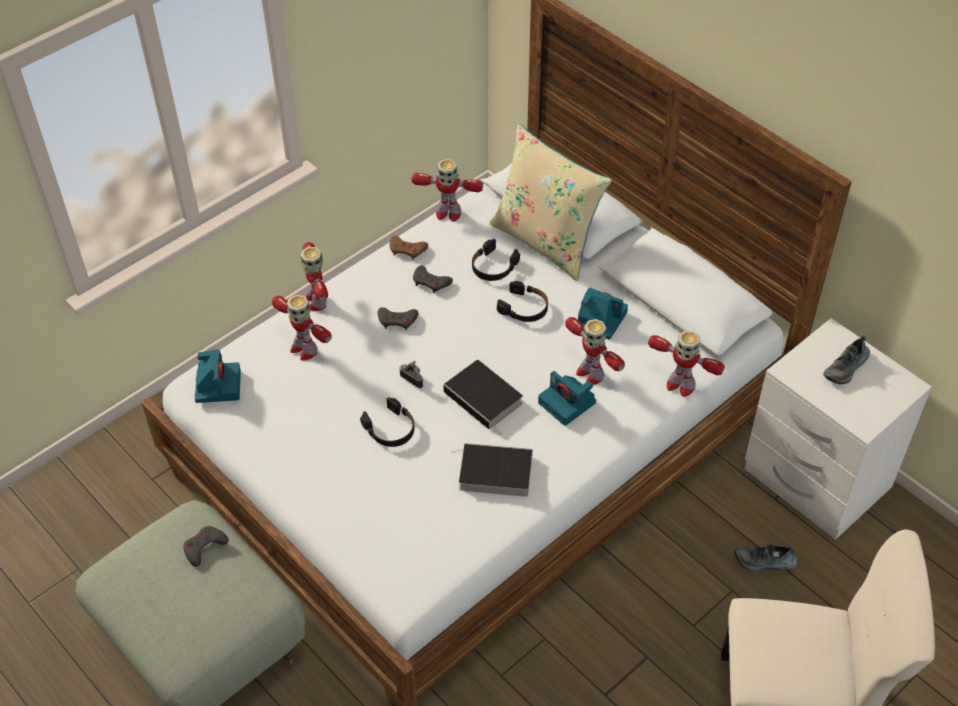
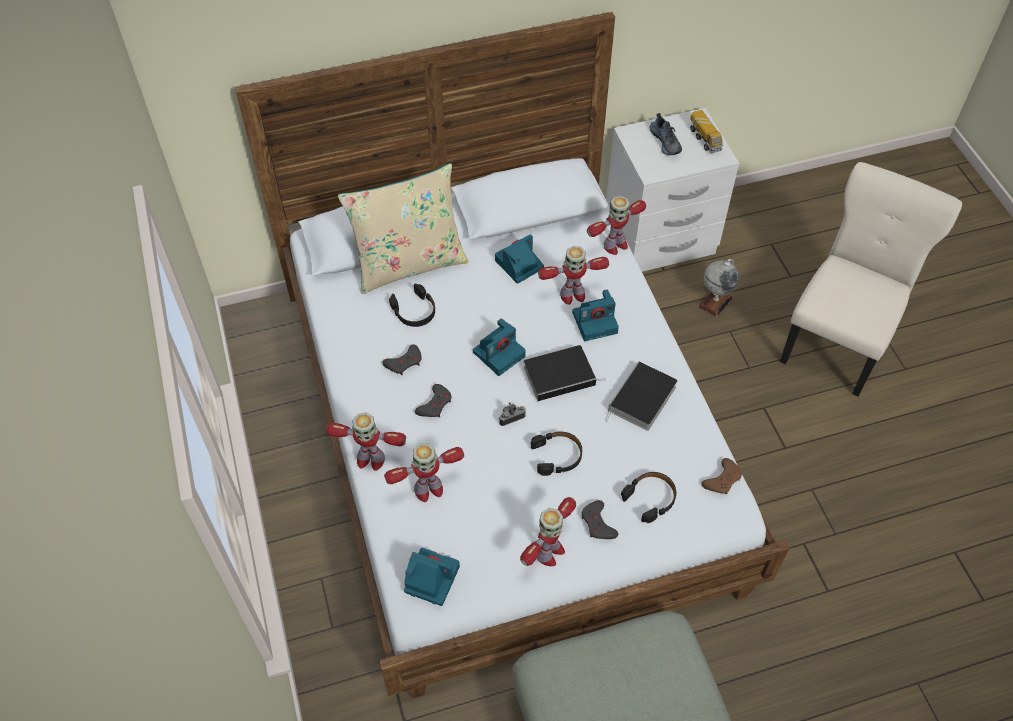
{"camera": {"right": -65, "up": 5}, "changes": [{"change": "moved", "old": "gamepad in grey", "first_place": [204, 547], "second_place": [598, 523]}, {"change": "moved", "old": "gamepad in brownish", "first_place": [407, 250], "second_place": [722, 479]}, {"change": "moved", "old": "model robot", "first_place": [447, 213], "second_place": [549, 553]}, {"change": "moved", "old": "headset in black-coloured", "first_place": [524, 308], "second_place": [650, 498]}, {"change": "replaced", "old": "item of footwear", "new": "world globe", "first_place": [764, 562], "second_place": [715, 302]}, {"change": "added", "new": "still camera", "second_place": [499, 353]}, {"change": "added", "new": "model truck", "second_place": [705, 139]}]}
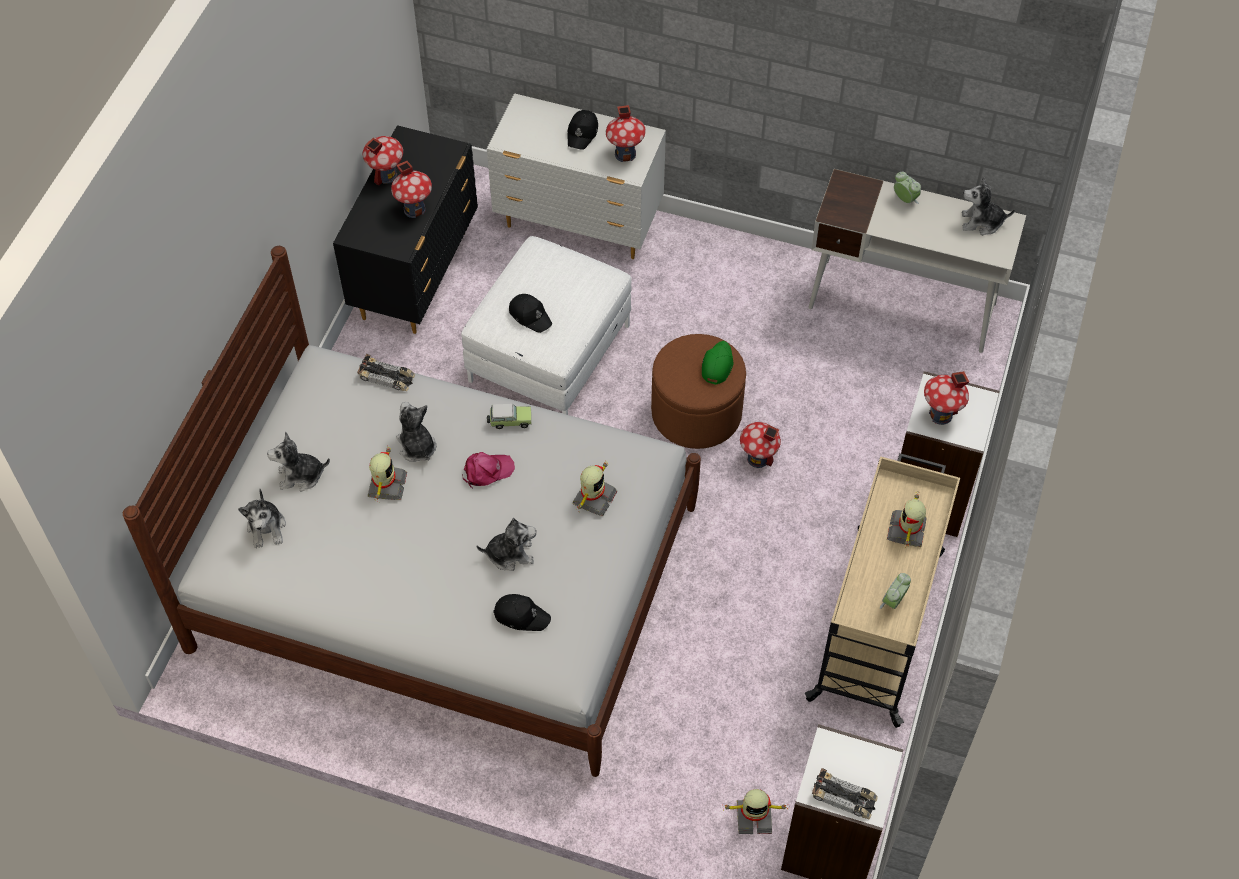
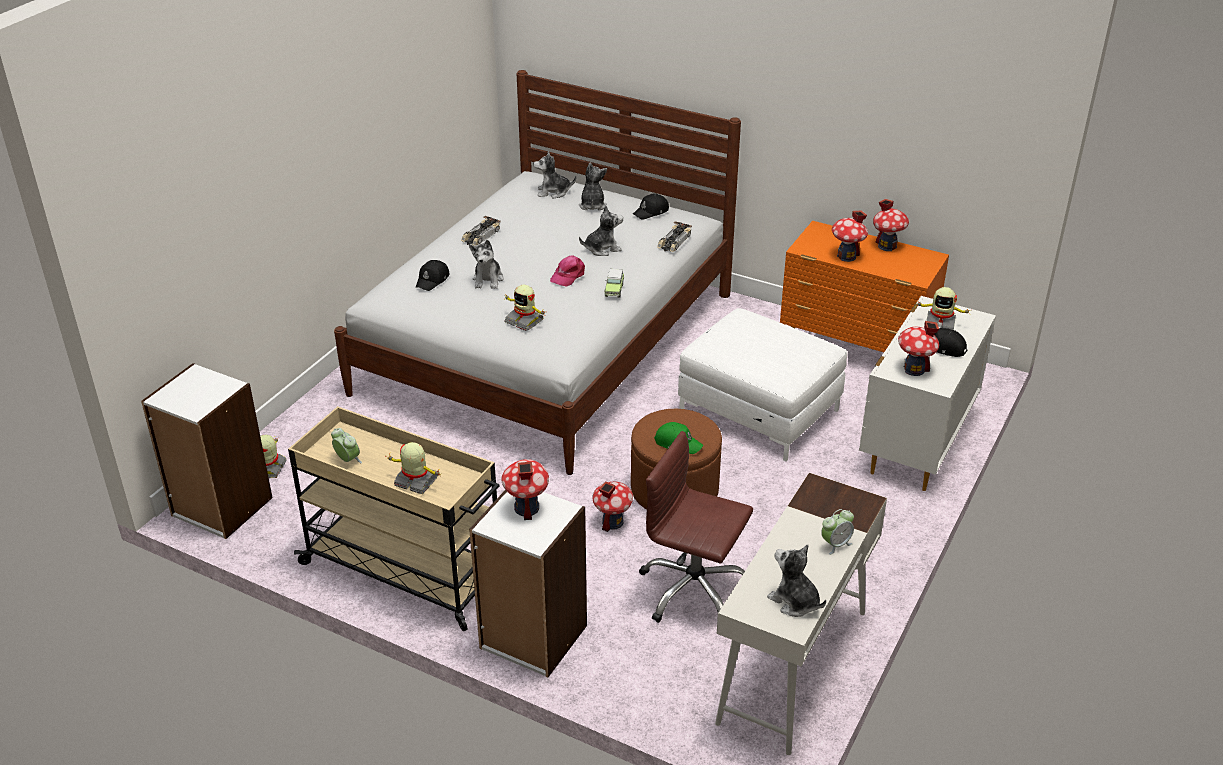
{"camera": {"right": 100, "up": -20}, "changes": [{"change": "recoloured", "old": "chest of drawers in black-coloured", "new": "chest of drawers in orange", "first_place": [417, 274], "second_place": [855, 349]}, {"change": "moved", "old": "model robot", "first_place": [386, 485], "second_place": [940, 324]}, {"change": "turned", "old": "cap in pink", "first_place": [487, 471], "second_place": [568, 275], "degrees": 45}, {"change": "moved", "old": "cap in black-coloured", "first_place": [530, 315], "second_place": [651, 212]}, {"change": "moved", "old": "miniature car", "first_place": [844, 797], "second_place": [480, 236]}, {"change": "turned", "old": "soft toy", "first_place": [981, 222], "second_place": [794, 602], "degrees": -60}, {"change": "added", "new": "office chair in brownish", "second_place": [693, 590]}]}
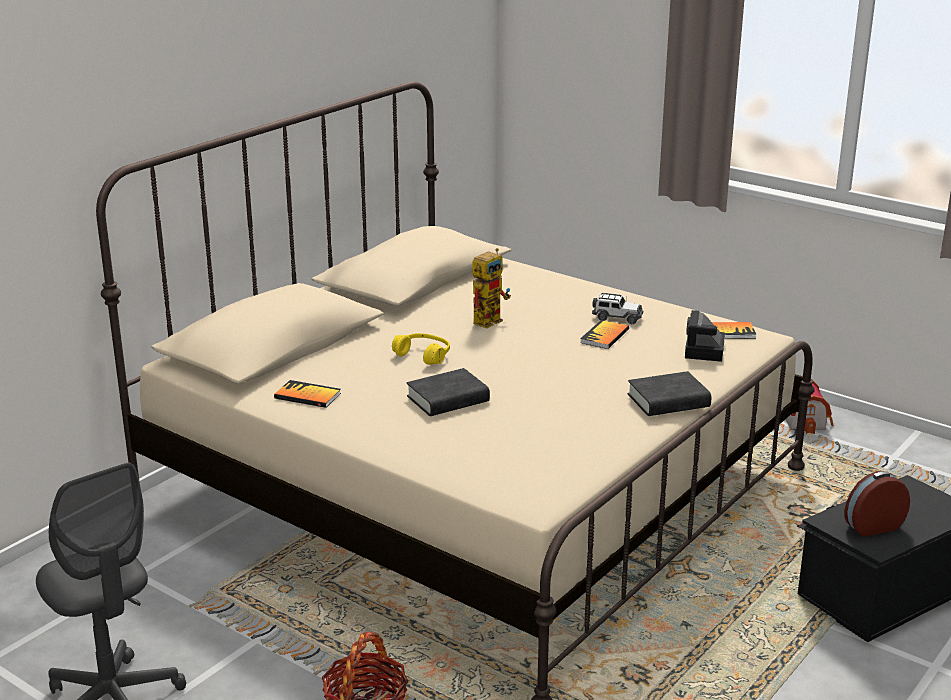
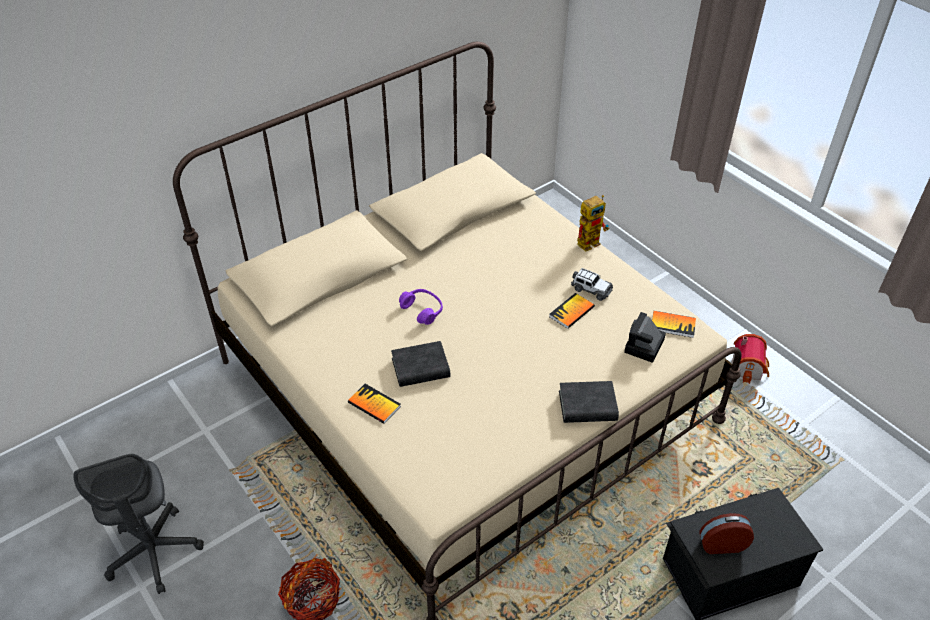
{"camera": {"right": 15, "up": 20}, "changes": [{"change": "moved", "old": "book", "first_place": [307, 396], "second_place": [374, 404]}, {"change": "recoloured", "old": "headset in yellowish", "new": "headset in purple-coloured", "first_place": [423, 355], "second_place": [422, 310]}, {"change": "moved", "old": "model robot", "first_place": [490, 319], "second_place": [591, 241]}]}
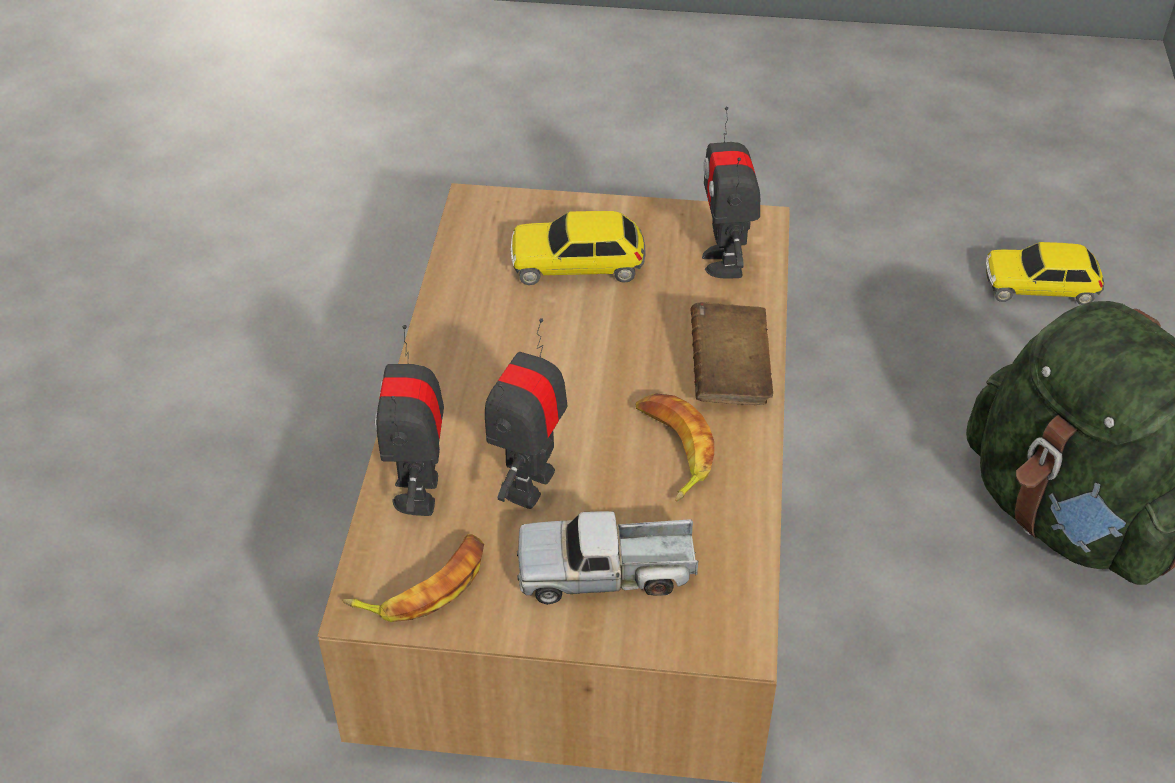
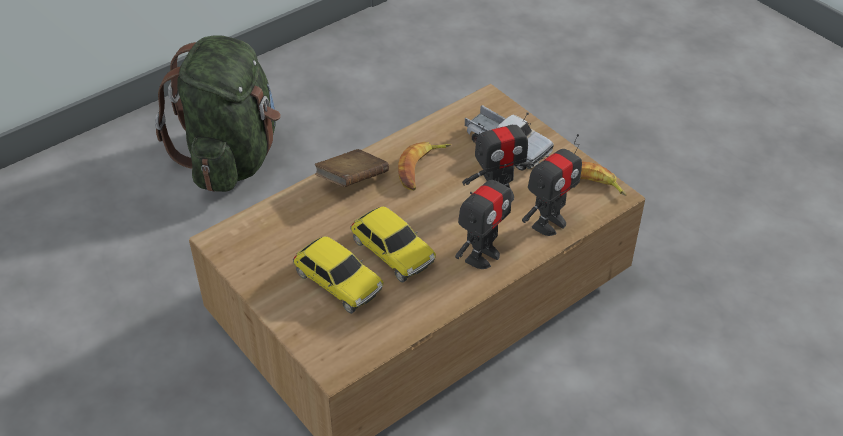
{"camera": {"right": -135, "up": 0}, "changes": [{"change": "moved", "old": "model robot", "first_place": [724, 262], "second_place": [482, 256]}, {"change": "moved", "old": "miniature car", "first_place": [1040, 287], "second_place": [392, 252]}]}
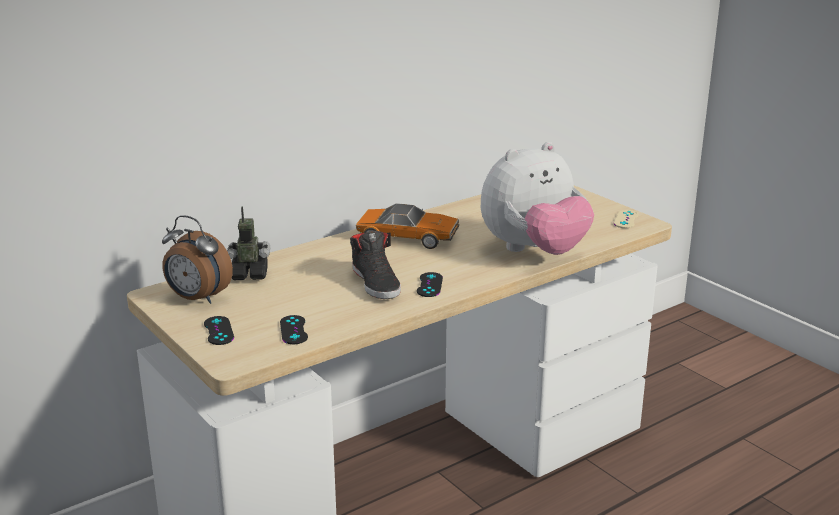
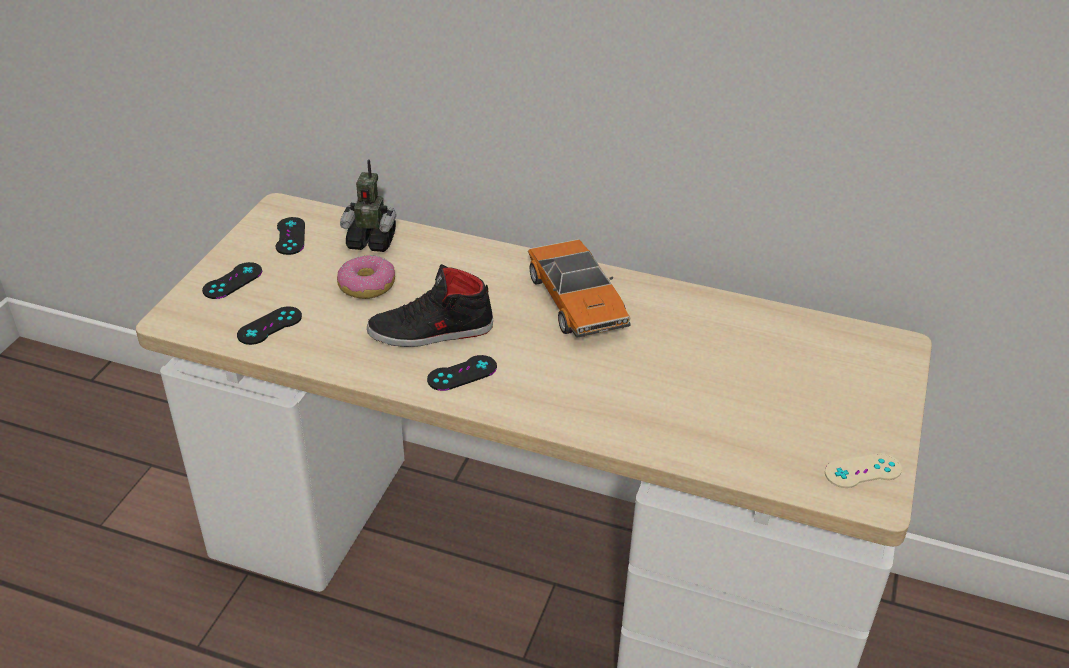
{"camera": {"right": 55, "up": 15}, "changes": [{"change": "replaced", "old": "bedside clock", "new": "gamepad in black-coloured", "first_place": [197, 299], "second_place": [290, 236]}, {"change": "turned", "old": "model robot", "first_place": [250, 275], "second_place": [371, 241], "degrees": 135}, {"change": "turned", "old": "item of footwear in black-coloured", "first_place": [376, 283], "second_place": [431, 331], "degrees": 45}, {"change": "removed", "old": "soft toy", "first_place": [534, 251]}, {"change": "added", "new": "donut", "second_place": [367, 285]}]}
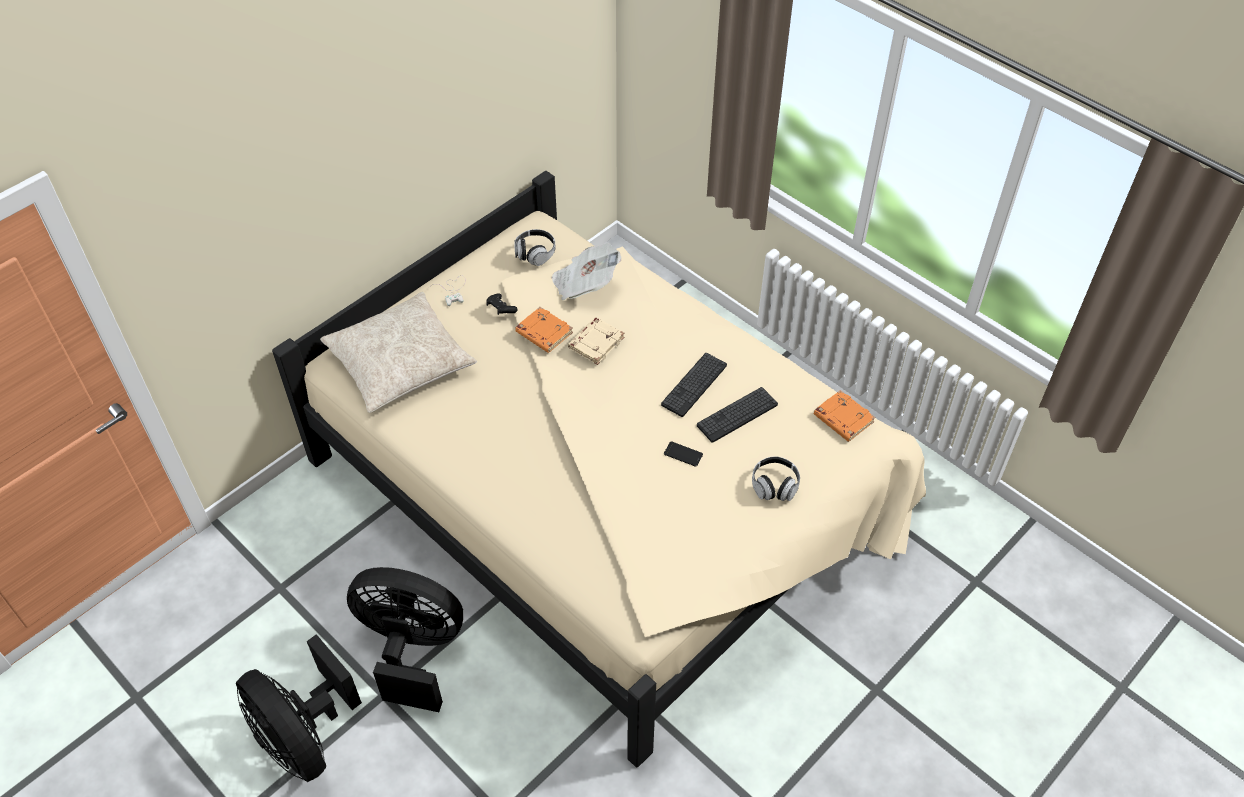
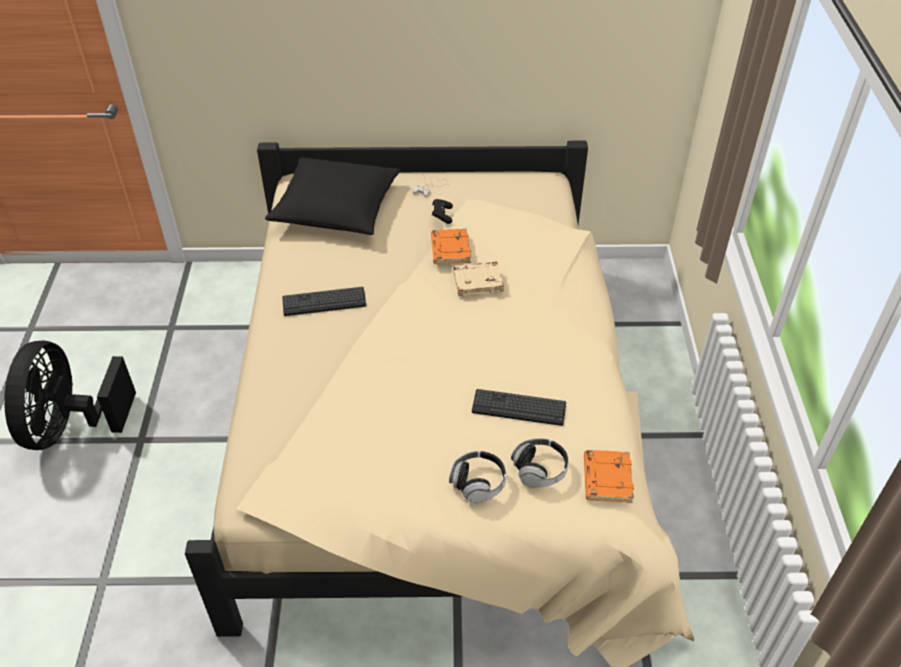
{"camera": {"right": 45, "up": -5}, "changes": [{"change": "recoloured", "old": "pillow in sand-coloured", "new": "pillow in black-coloured", "first_place": [400, 362], "second_place": [336, 207]}, {"change": "removed", "old": "cooling fan in black-coloured", "first_place": [412, 650]}, {"change": "moved", "old": "headset", "first_place": [535, 253], "second_place": [539, 470]}, {"change": "removed", "old": "newspaper", "first_place": [585, 284]}, {"change": "moved", "old": "computer keyboard", "first_place": [694, 385], "second_place": [324, 302]}, {"change": "removed", "old": "telephone", "first_place": [683, 454]}]}
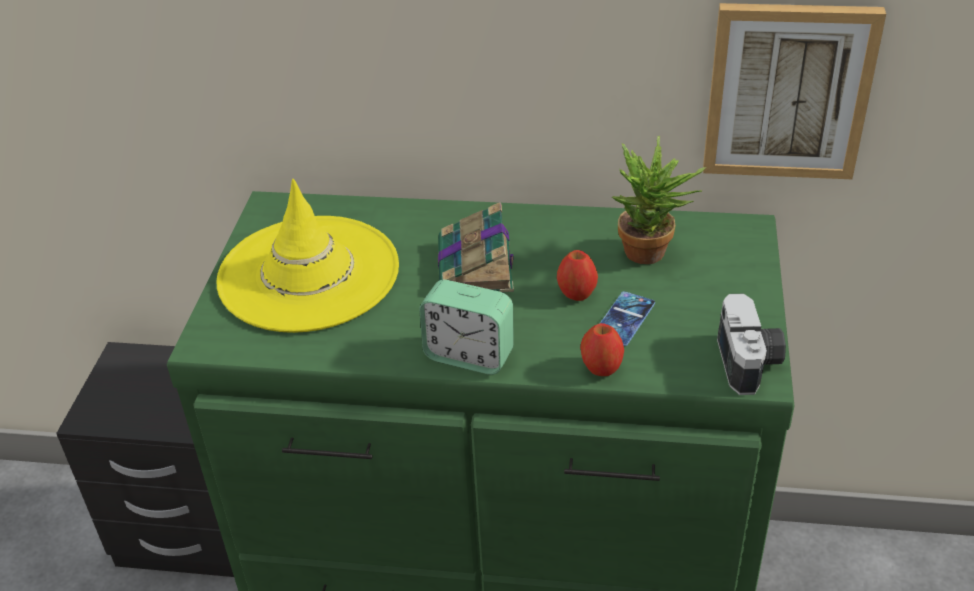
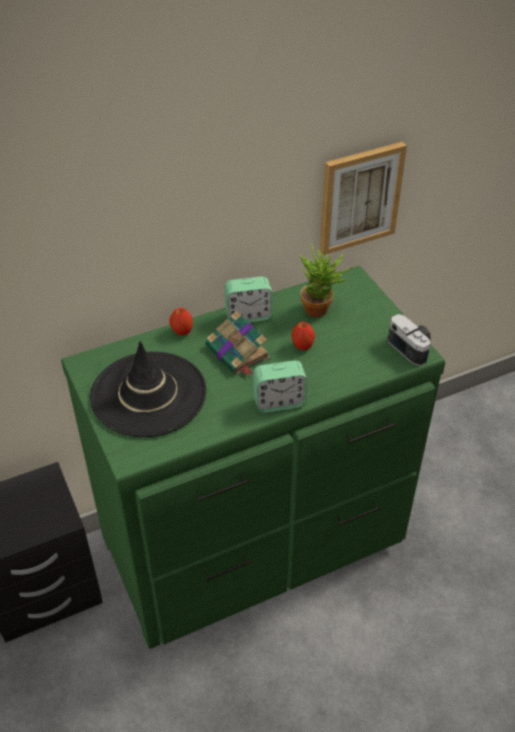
{"camera": {"right": -35, "up": 5}, "changes": [{"change": "recoloured", "old": "hat in yellowish", "new": "hat in black-coloured", "first_place": [308, 274], "second_place": [148, 394]}, {"change": "moved", "old": "whole apple", "first_place": [601, 368], "second_place": [182, 331]}, {"change": "removed", "old": "telephone", "first_place": [624, 319]}, {"change": "added", "new": "bedside clock", "second_place": [248, 315]}]}
